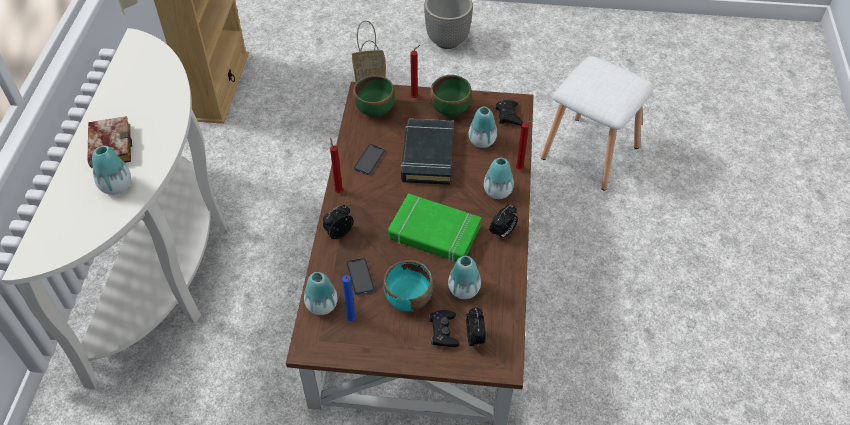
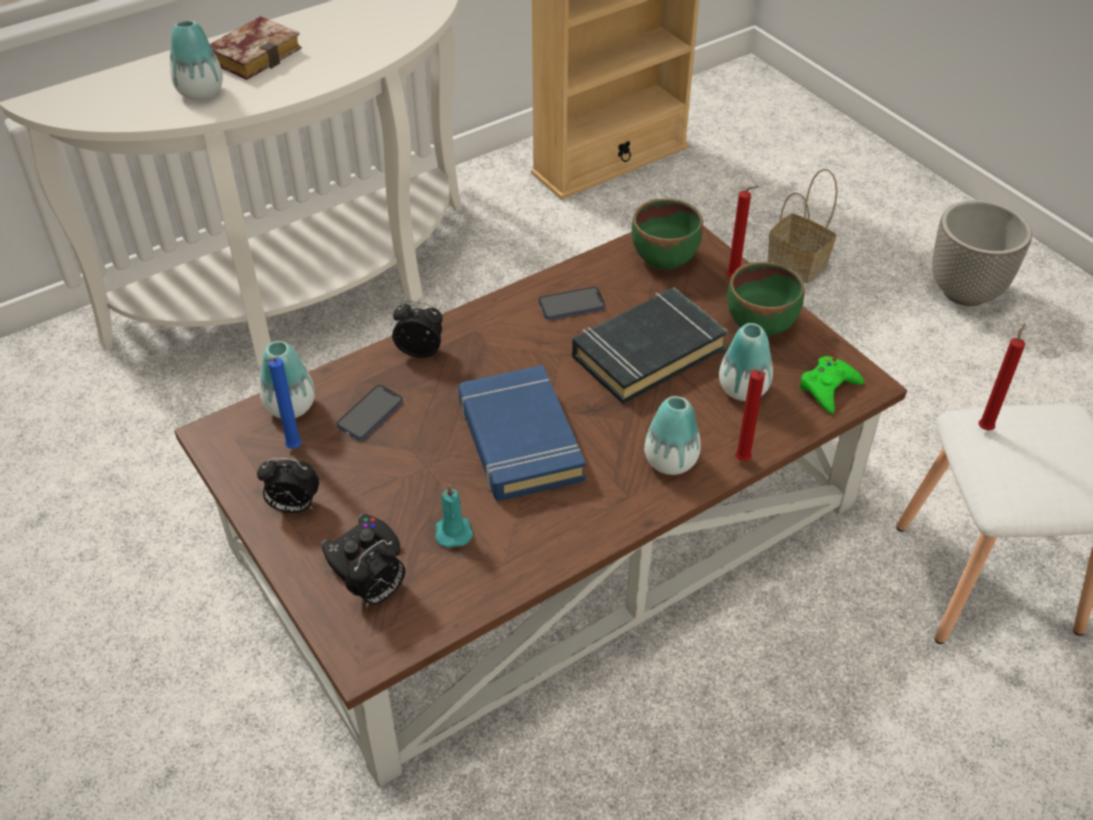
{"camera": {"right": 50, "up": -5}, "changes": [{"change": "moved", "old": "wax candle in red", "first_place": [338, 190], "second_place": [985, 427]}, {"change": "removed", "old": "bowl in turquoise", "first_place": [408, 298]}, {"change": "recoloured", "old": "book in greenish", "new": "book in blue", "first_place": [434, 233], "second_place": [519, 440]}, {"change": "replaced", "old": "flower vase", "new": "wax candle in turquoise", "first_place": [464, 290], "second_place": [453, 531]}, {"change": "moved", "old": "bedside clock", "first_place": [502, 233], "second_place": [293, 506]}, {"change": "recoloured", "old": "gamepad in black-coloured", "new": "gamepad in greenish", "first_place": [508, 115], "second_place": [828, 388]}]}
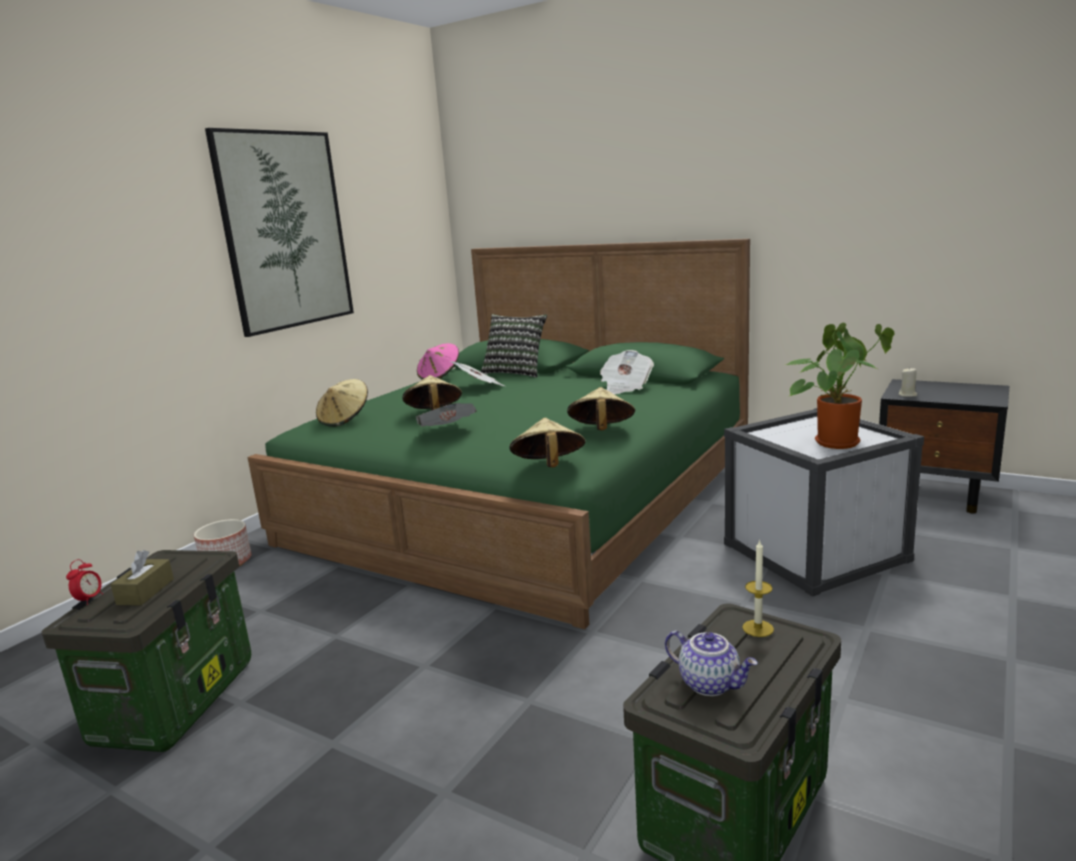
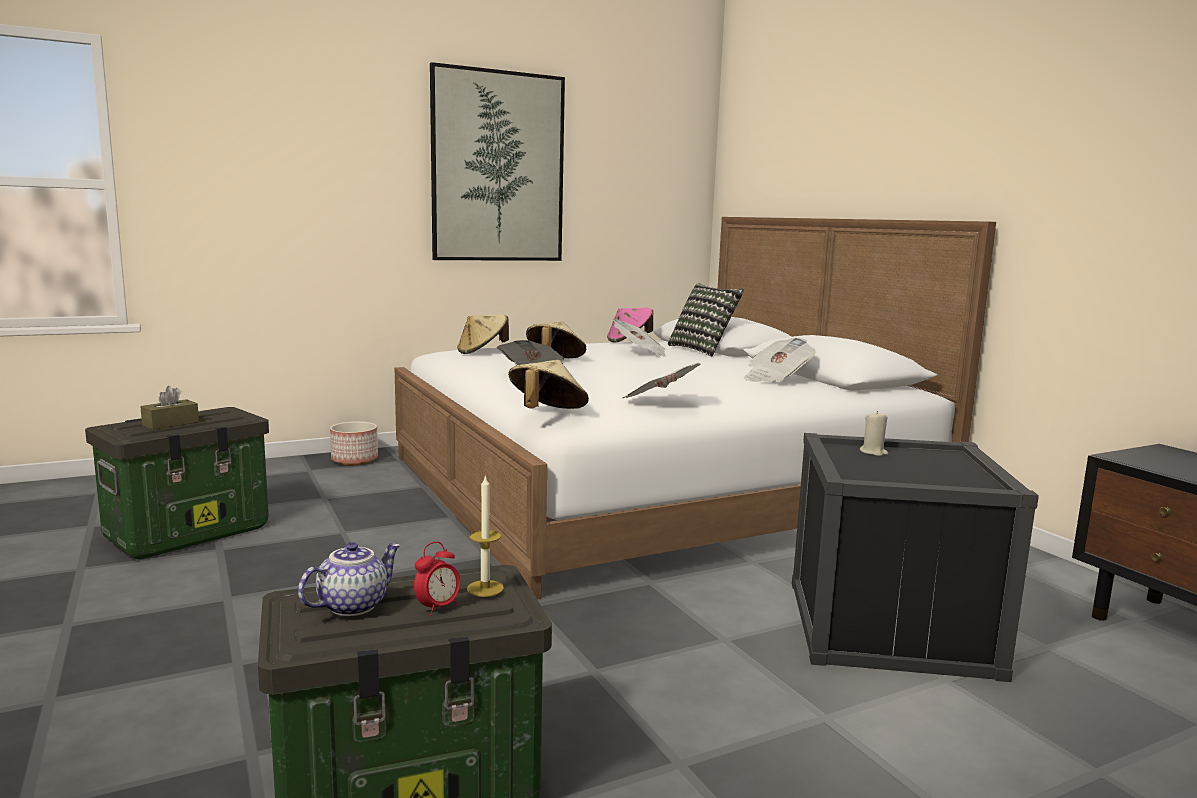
{"camera": {"right": 30, "up": -5}, "changes": [{"change": "moved", "old": "bedside clock", "first_place": [89, 599], "second_place": [438, 608]}, {"change": "recoloured", "old": "bed in greenish", "new": "bed in white", "first_place": [526, 499], "second_place": [654, 485]}, {"change": "replaced", "old": "hat in sand-coloured", "new": "newspaper", "first_place": [601, 431], "second_place": [659, 402]}, {"change": "turned", "old": "tea pot", "first_place": [710, 683], "second_place": [352, 605], "degrees": -120}, {"change": "recoloured", "old": "storage container in white", "new": "storage container in black-coloured", "first_place": [815, 552], "second_place": [889, 627]}, {"change": "removed", "old": "potted plant", "first_place": [836, 441]}, {"change": "moved", "old": "wax candle in sand-coloured", "first_place": [907, 395], "second_place": [873, 452]}]}
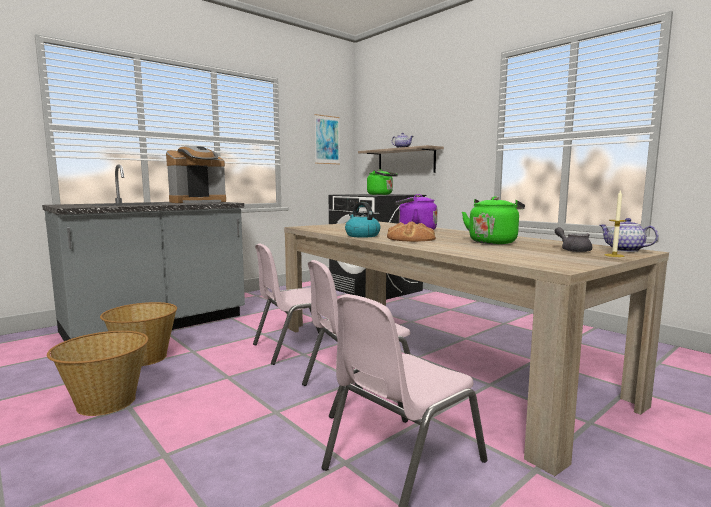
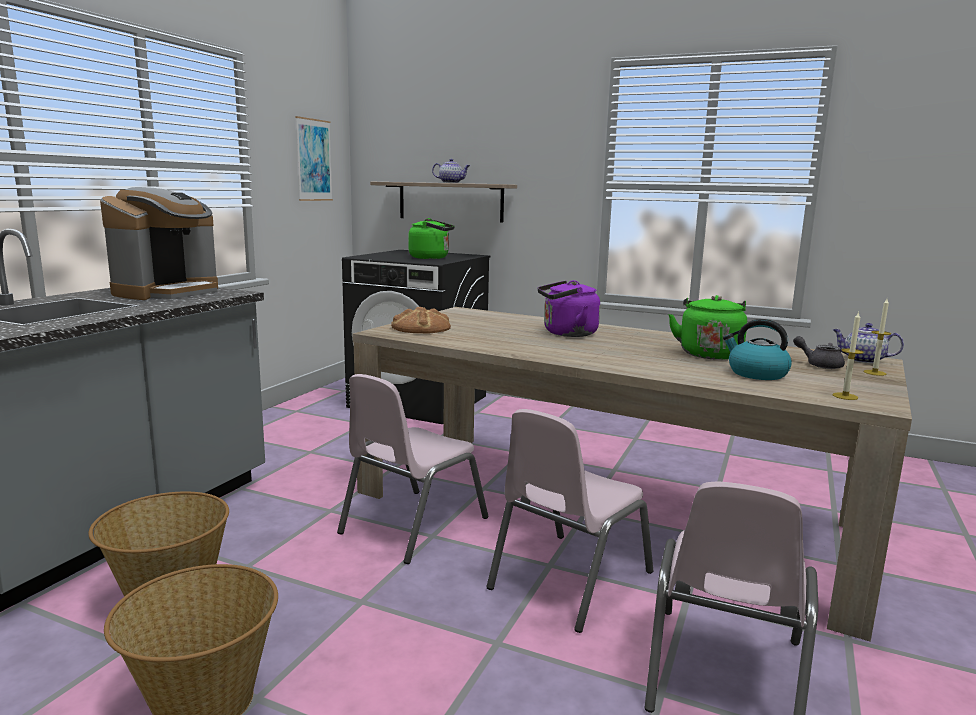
{"camera": {"right": -25, "up": 5}, "changes": [{"change": "moved", "old": "water kettle", "first_place": [362, 235], "second_place": [756, 374]}, {"change": "moved", "old": "bread", "first_place": [411, 239], "second_place": [421, 328]}, {"change": "added", "new": "wax candle", "second_place": [845, 396]}]}
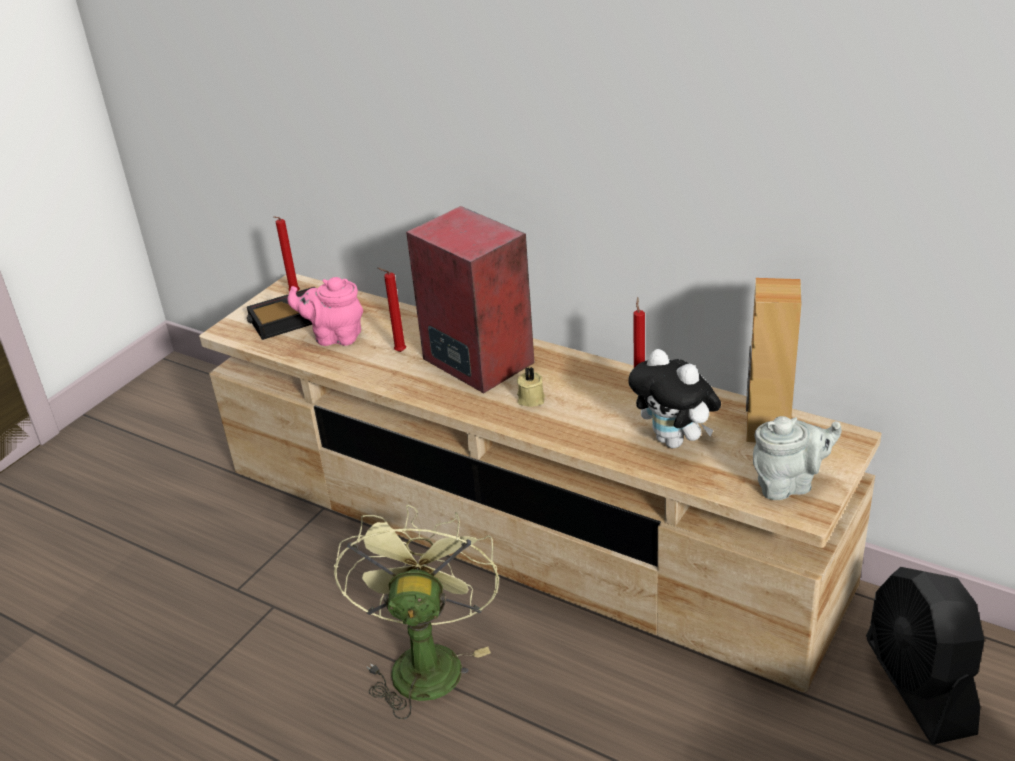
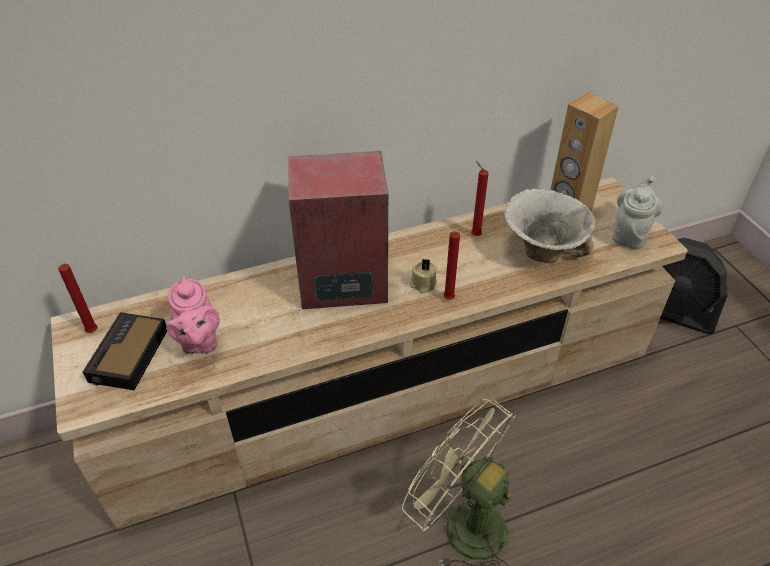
{"camera": {"right": -55, "up": 10}, "changes": [{"change": "turned", "old": "tea pot in pink", "first_place": [334, 337], "second_place": [199, 342], "degrees": -60}, {"change": "moved", "old": "wax candle in red", "first_place": [398, 352], "second_place": [448, 300]}, {"change": "replaced", "old": "soft toy", "new": "bowl", "first_place": [675, 441], "second_place": [543, 250]}]}
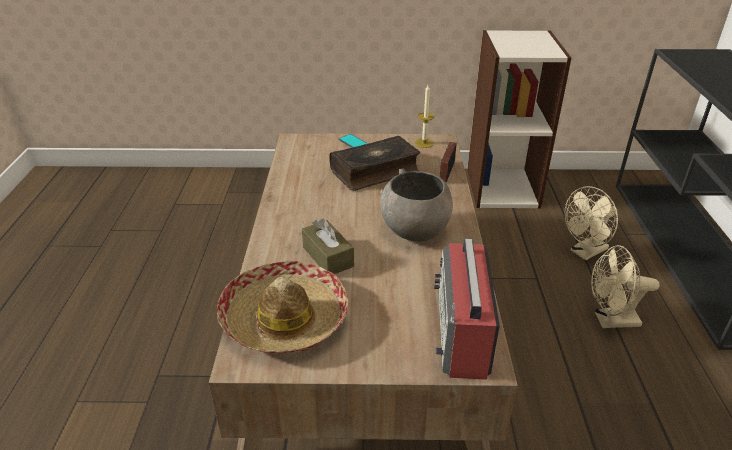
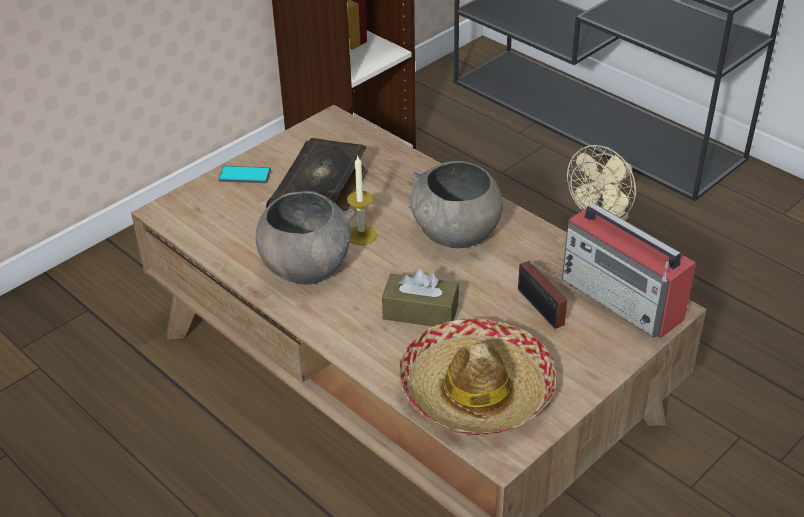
{"camera": {"right": -45, "up": 5}, "changes": [{"change": "moved", "old": "wax candle", "first_place": [424, 143], "second_place": [361, 235]}, {"change": "moved", "old": "radio", "first_place": [446, 172], "second_place": [542, 310]}, {"change": "removed", "old": "cooling fan in sand-coloured", "first_place": [585, 252]}, {"change": "added", "new": "bowl in grey", "second_place": [306, 268]}]}
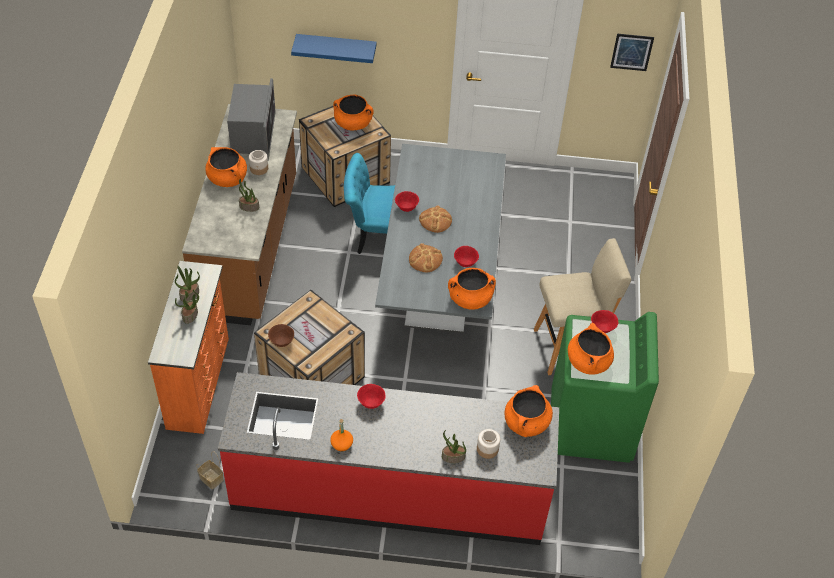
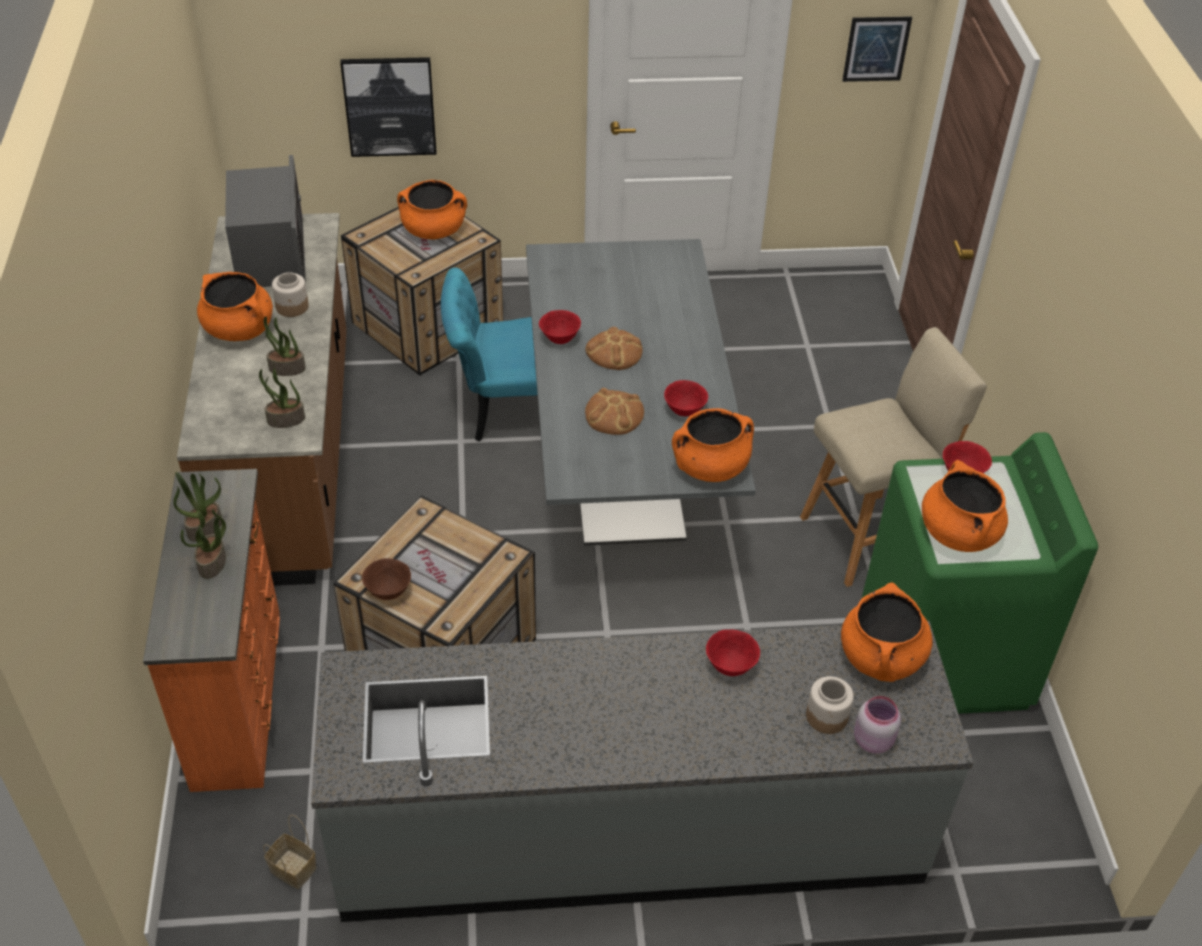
{"camera": {"right": -10, "up": -5}, "changes": [{"change": "recoloured", "old": "kitchen base unit in red", "new": "kitchen base unit in grey", "first_place": [389, 490], "second_place": [629, 831]}, {"change": "replaced", "old": "bracket shelf in blue", "new": "wall art", "first_place": [336, 48], "second_place": [389, 106]}, {"change": "removed", "old": "beverage bottle in orange", "first_place": [342, 444]}, {"change": "moved", "old": "bowl in red", "first_place": [371, 402], "second_place": [730, 666]}, {"change": "moved", "old": "potted plant", "first_place": [453, 457], "second_place": [285, 420]}, {"change": "added", "new": "preserve jar in pink", "second_place": [872, 739]}]}
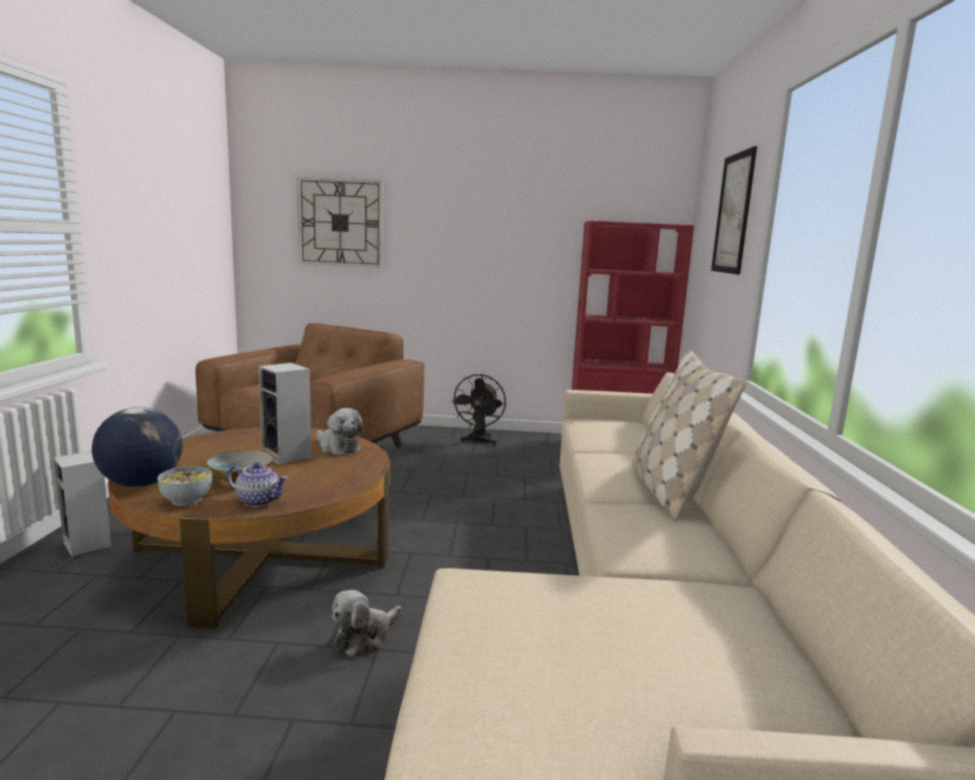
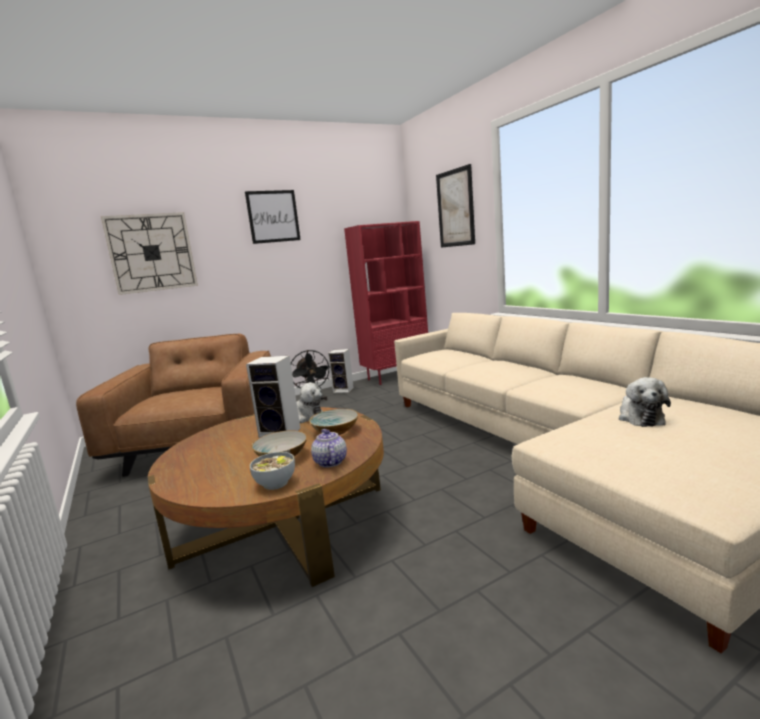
{"camera": {"right": -30, "up": 0}, "changes": [{"change": "moved", "old": "loudspeaker", "first_place": [88, 544], "second_place": [344, 390]}, {"change": "removed", "old": "world globe", "first_place": [141, 484]}, {"change": "turned", "old": "tea pot", "first_place": [259, 501], "second_place": [330, 462], "degrees": -90}, {"change": "moved", "old": "soft toy", "first_place": [365, 637], "second_place": [640, 417]}, {"change": "removed", "old": "pillow in sand-coloured", "first_place": [670, 491]}, {"change": "added", "new": "wall art", "second_place": [273, 216]}, {"change": "added", "new": "bowl", "second_place": [335, 431]}]}
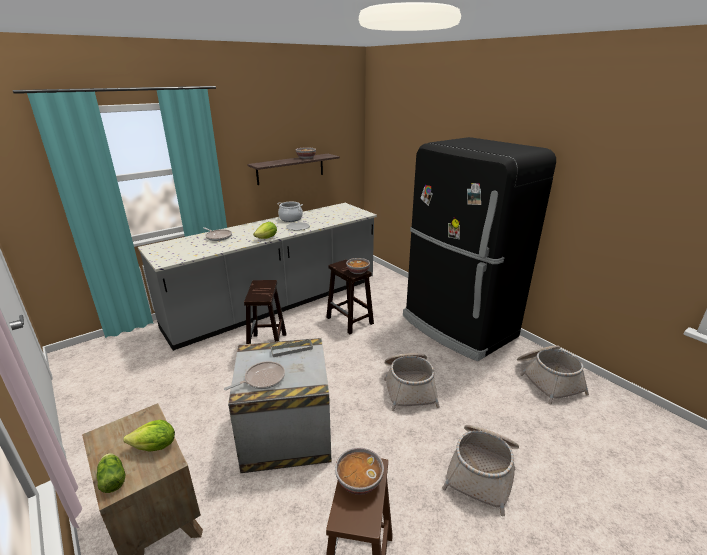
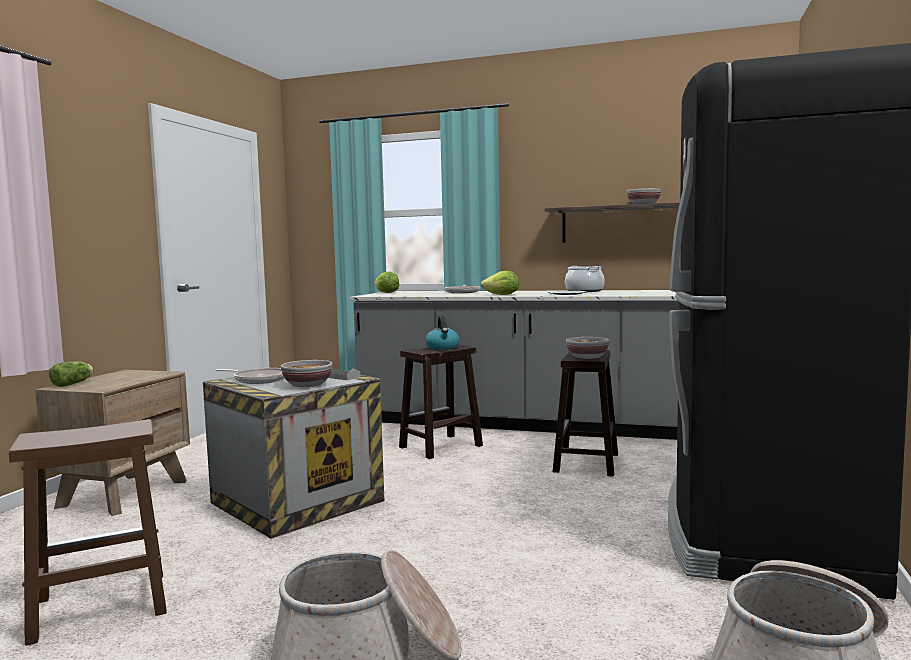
{"camera": {"right": 55, "up": -20}, "changes": [{"change": "moved", "old": "head of lettuce", "first_place": [155, 447], "second_place": [386, 293]}, {"change": "moved", "old": "bowl", "first_place": [358, 481], "second_place": [307, 385]}, {"change": "removed", "old": "household basket", "first_place": [409, 387]}, {"change": "added", "new": "water kettle", "second_place": [442, 348]}]}
